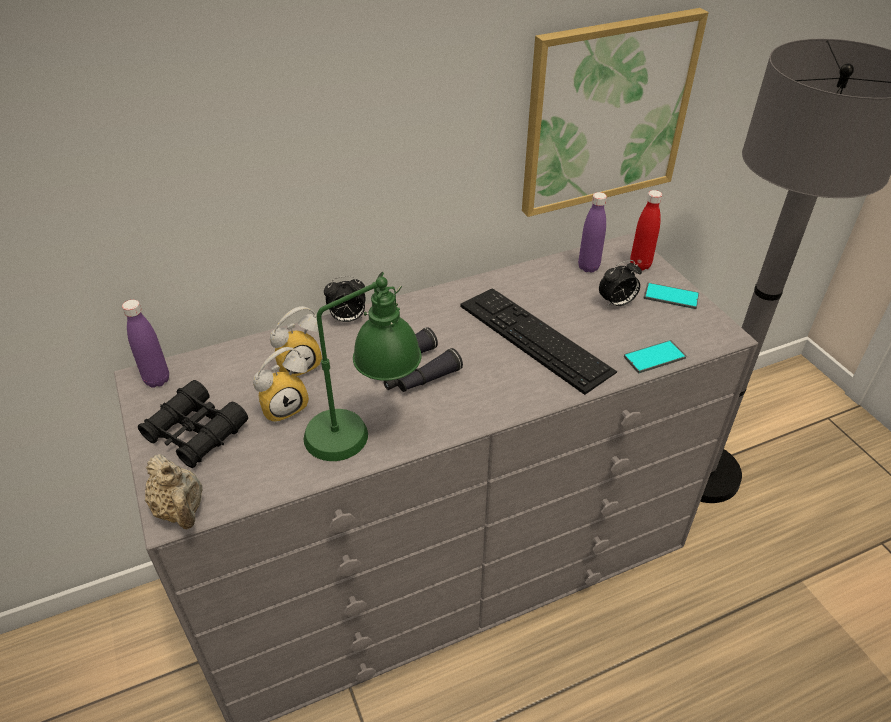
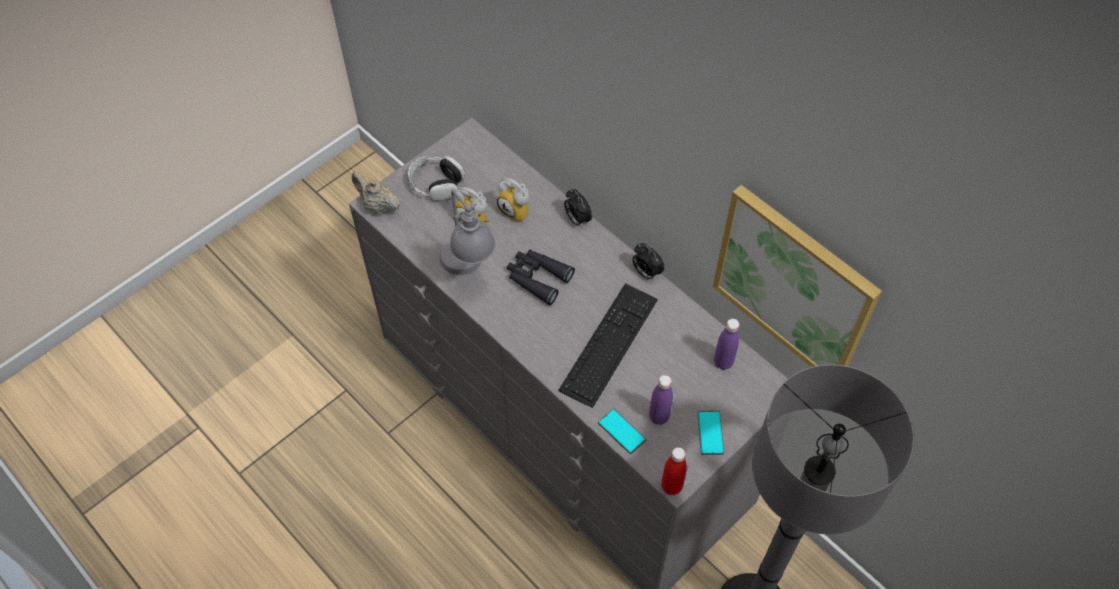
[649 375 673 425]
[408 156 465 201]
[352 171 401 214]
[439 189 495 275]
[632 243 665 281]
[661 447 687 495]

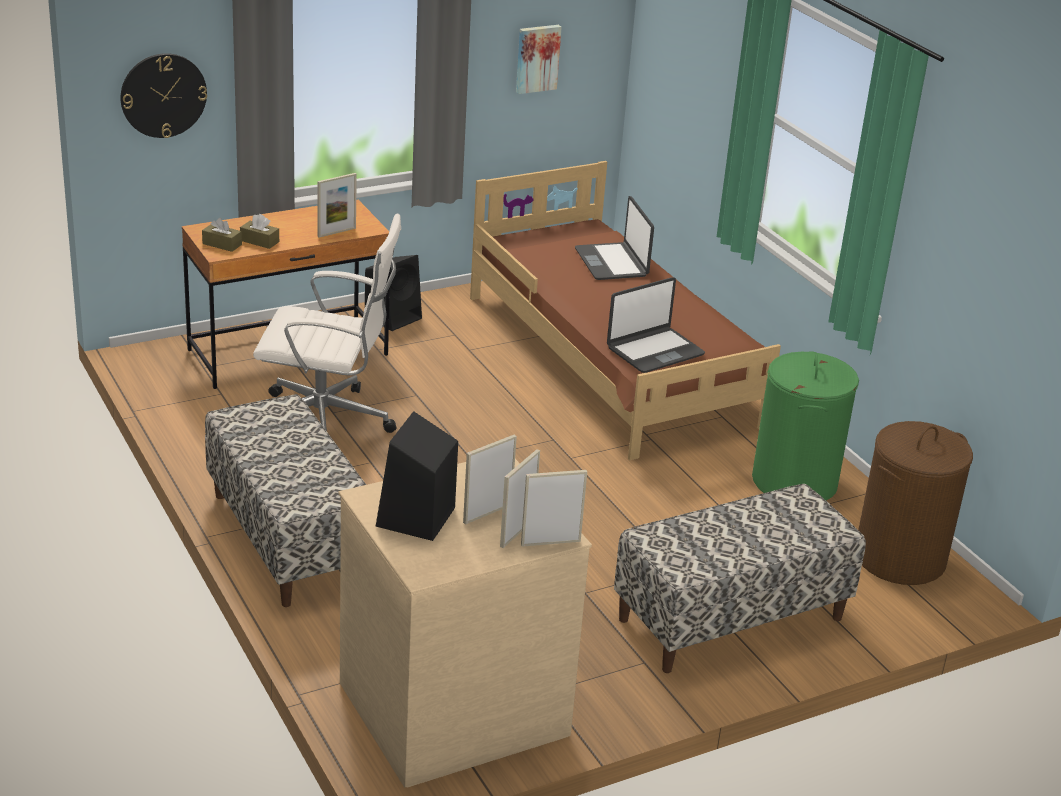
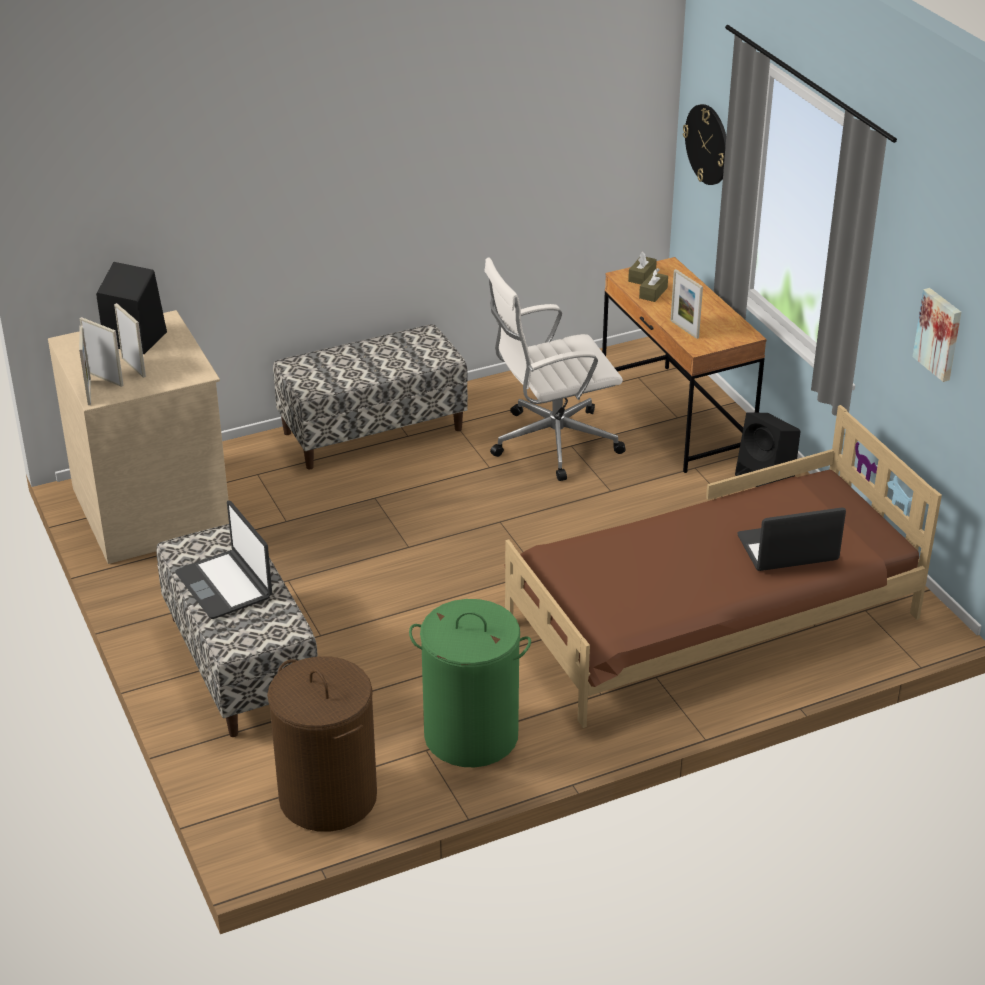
[484 257 626 481]
[175 501 272 619]

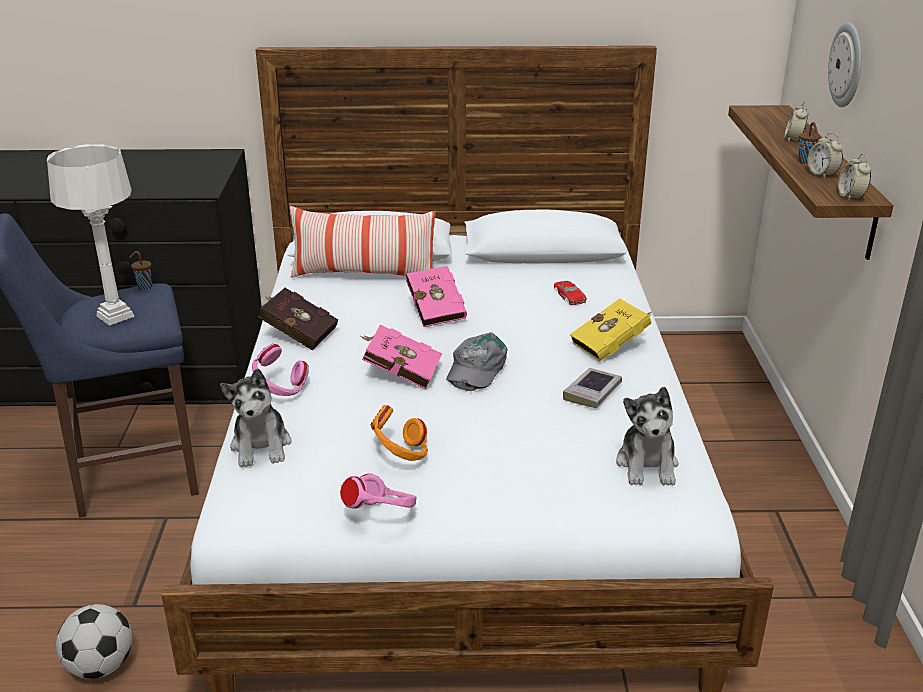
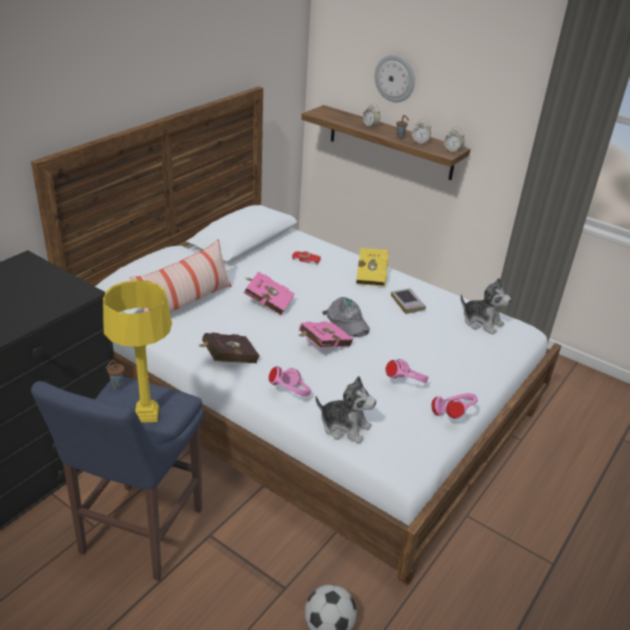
[103 280 172 422]
[386 359 428 383]

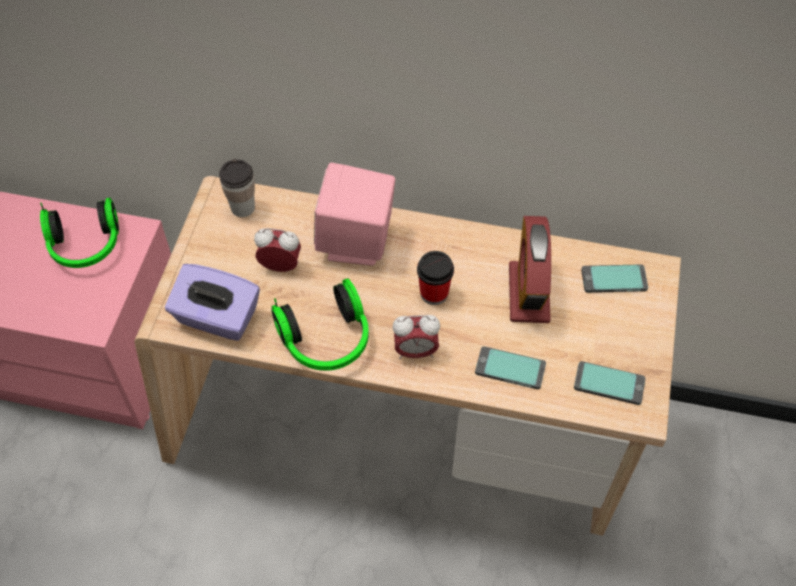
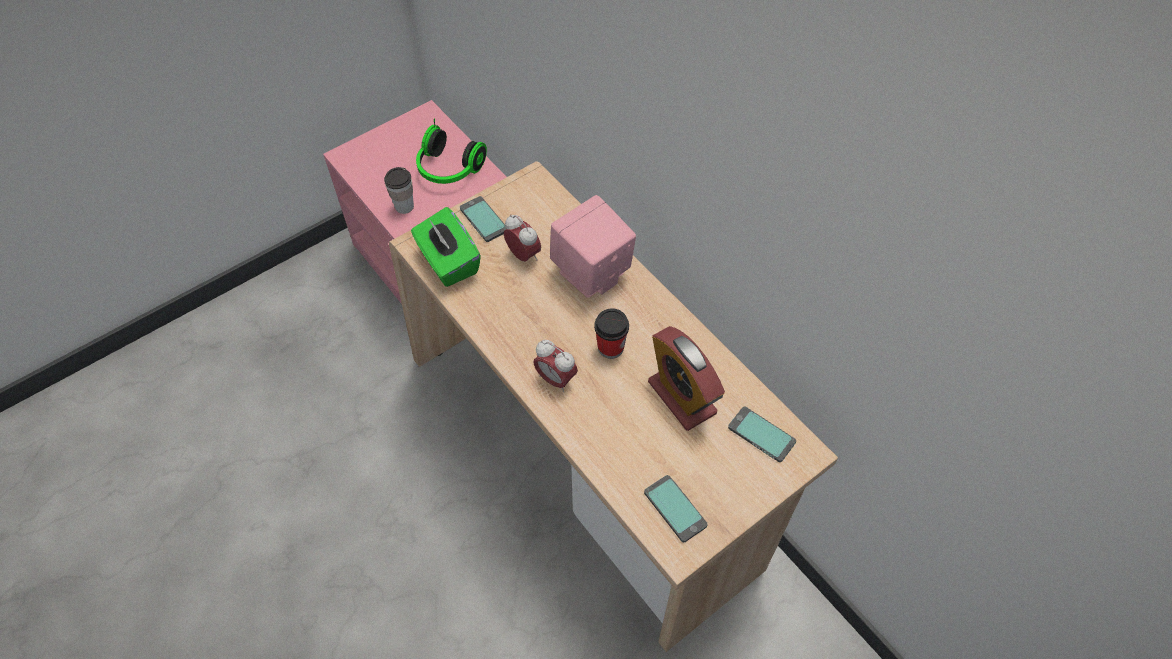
[411 207 481 287]
[384 167 414 214]
[271 278 369 371] (first image)
[460 196 506 242]
[648 326 725 431]

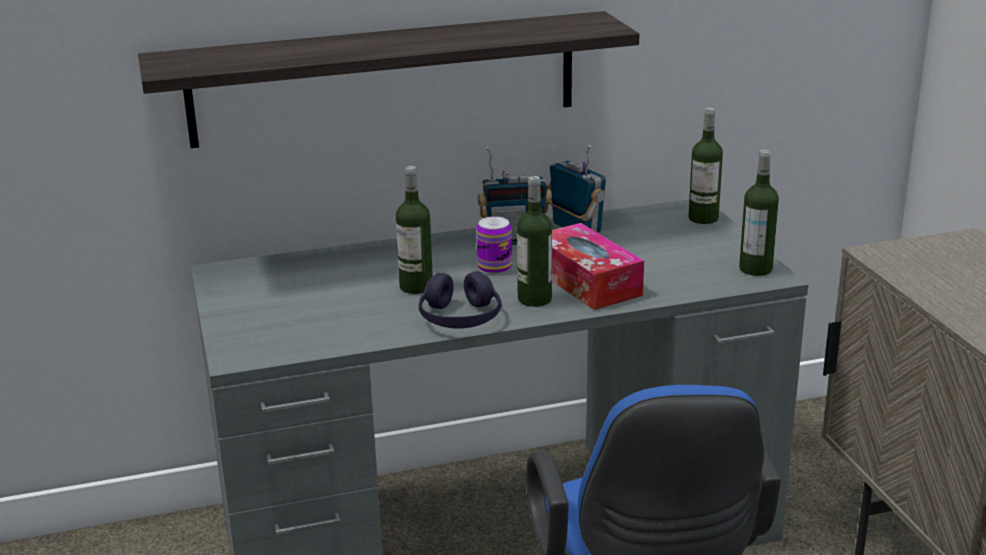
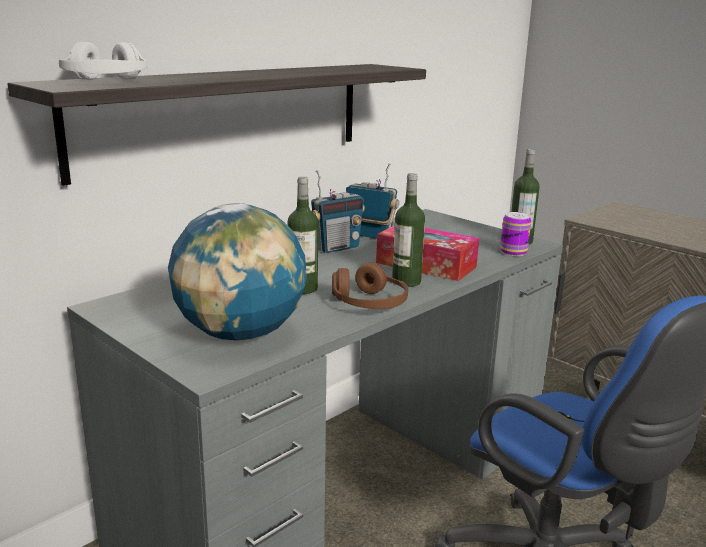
[332 262 408 309]
[500 212 531 256]
[689 108 723 224] (first image)
[59 42 149 80]
[168 203 307 340]

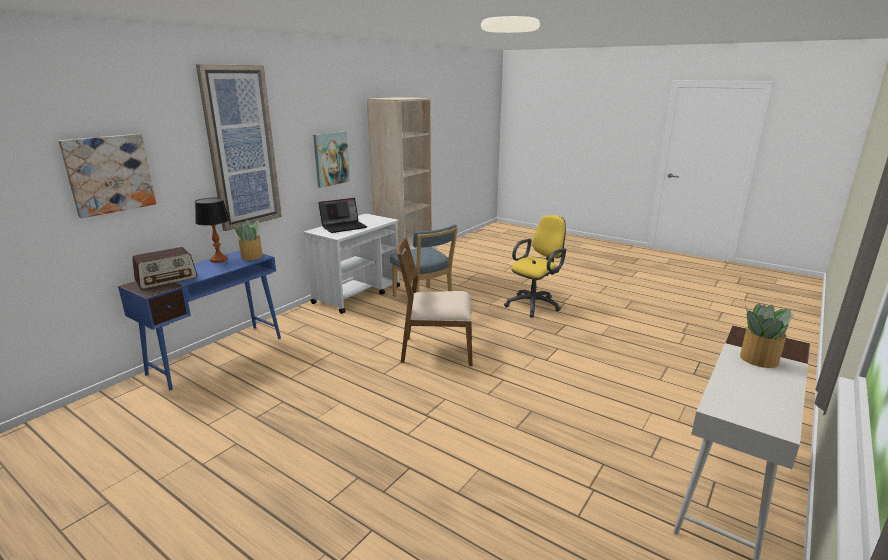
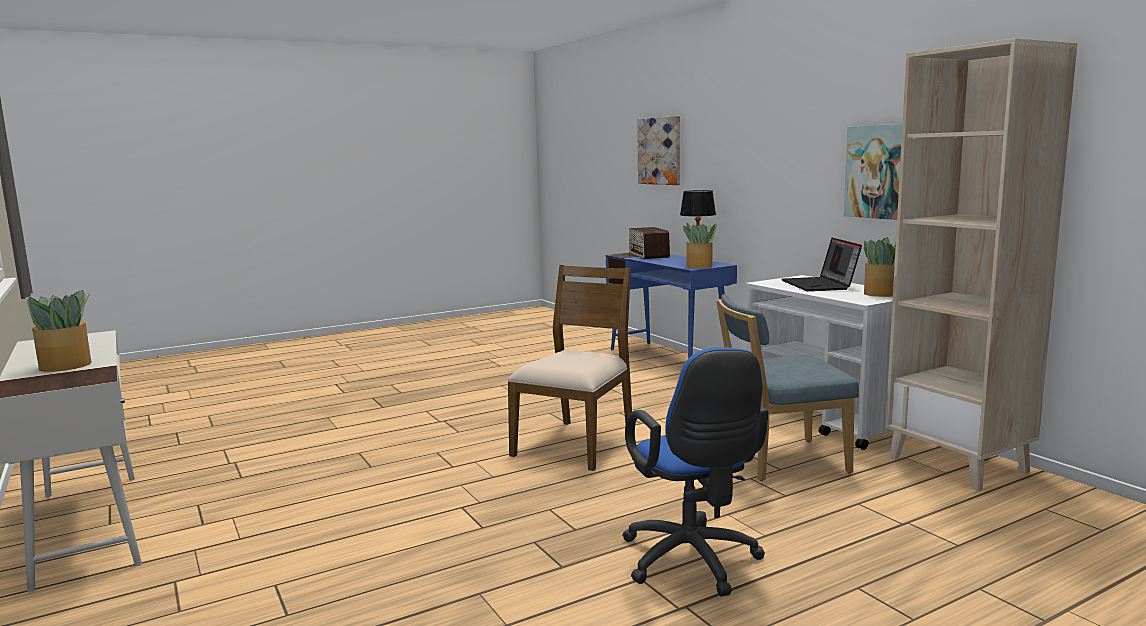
[196 64 282 231] (first image)
[622 347 768 597]
[864 237 896 297]

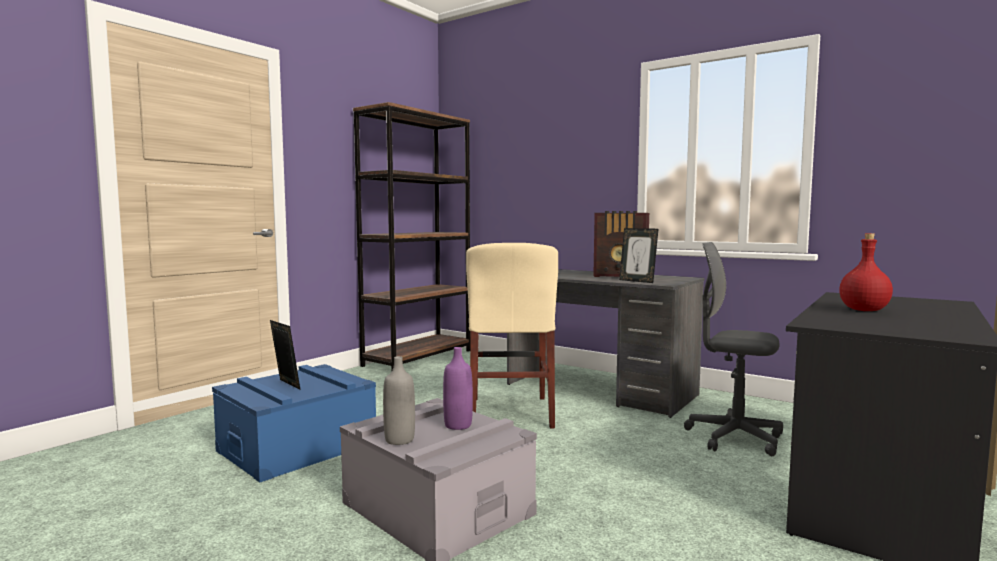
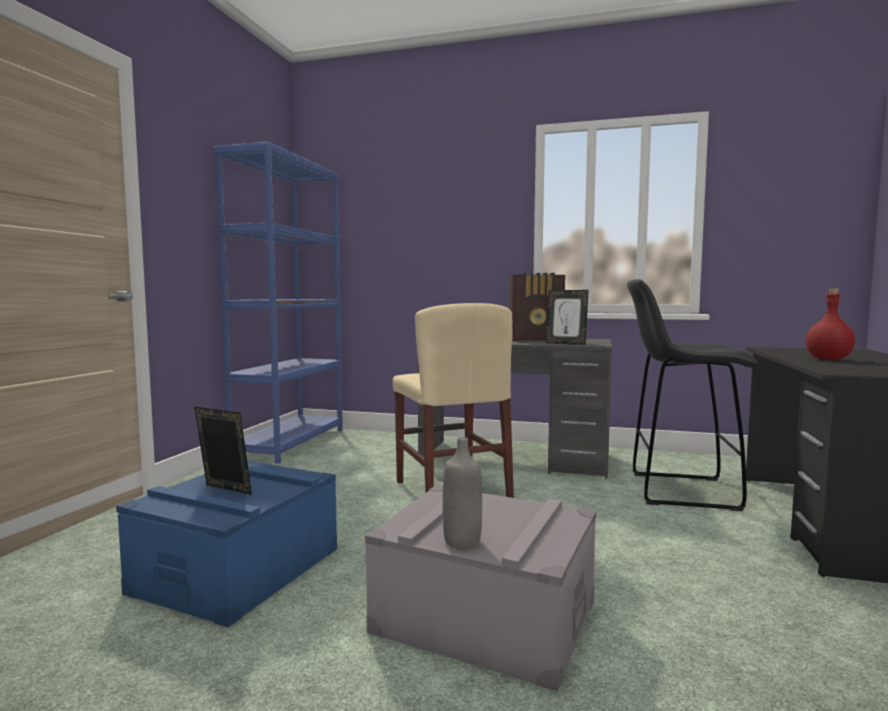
[214 142 343 464]
[443 347 473 430] (first image)
[627 279 758 511]

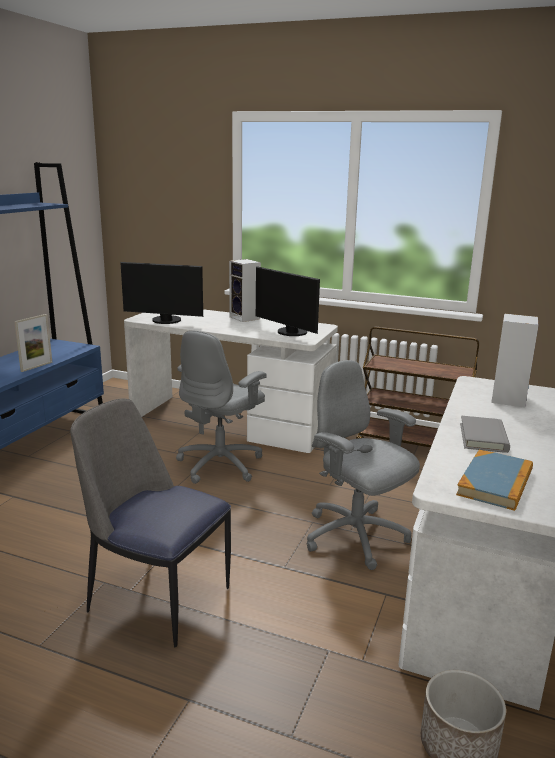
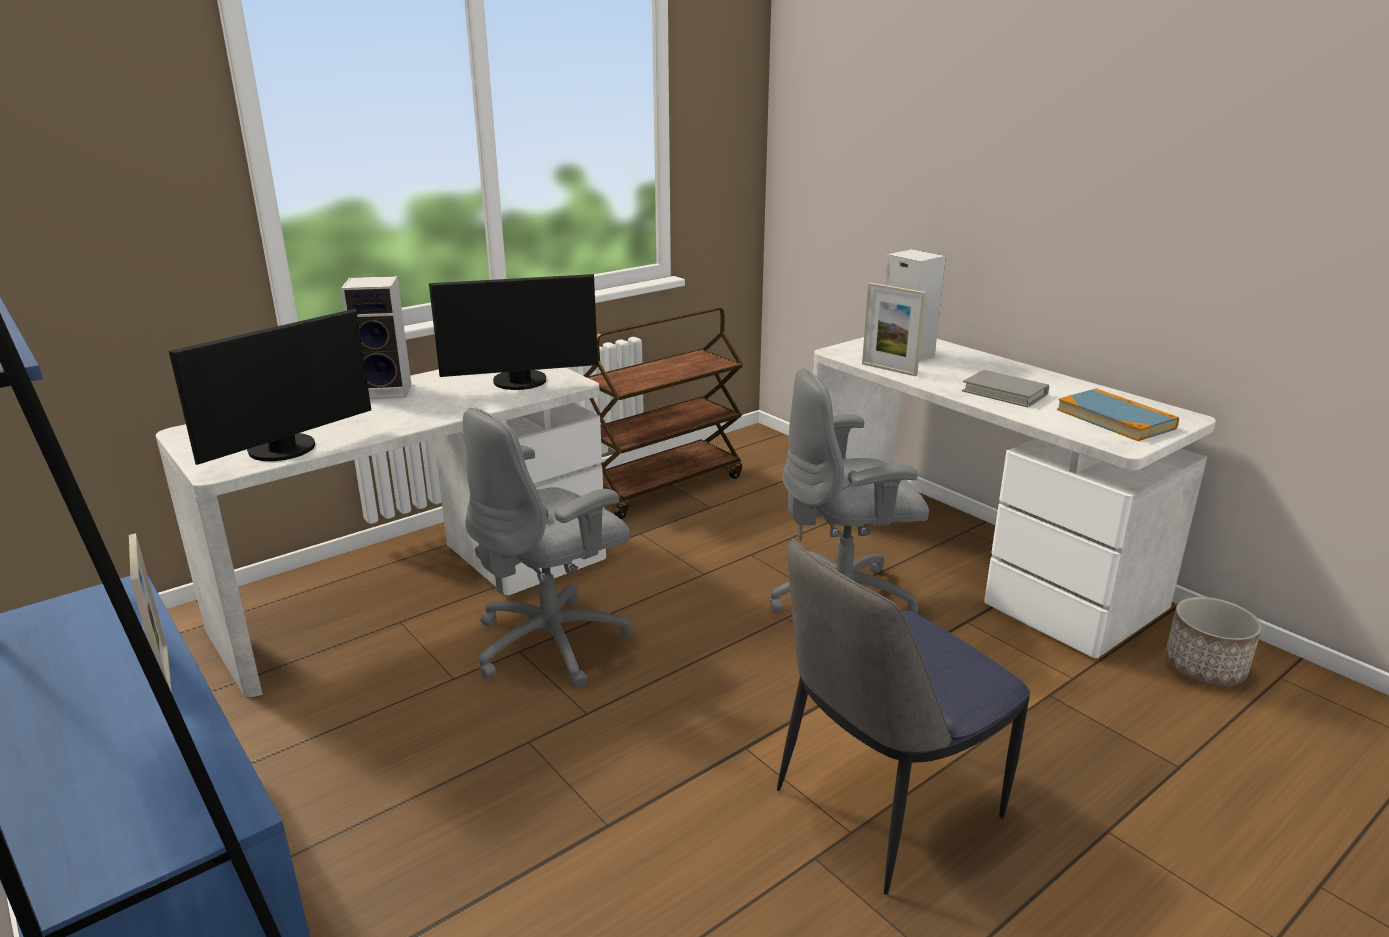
[463 407 631 687]
[862 283 926 376]

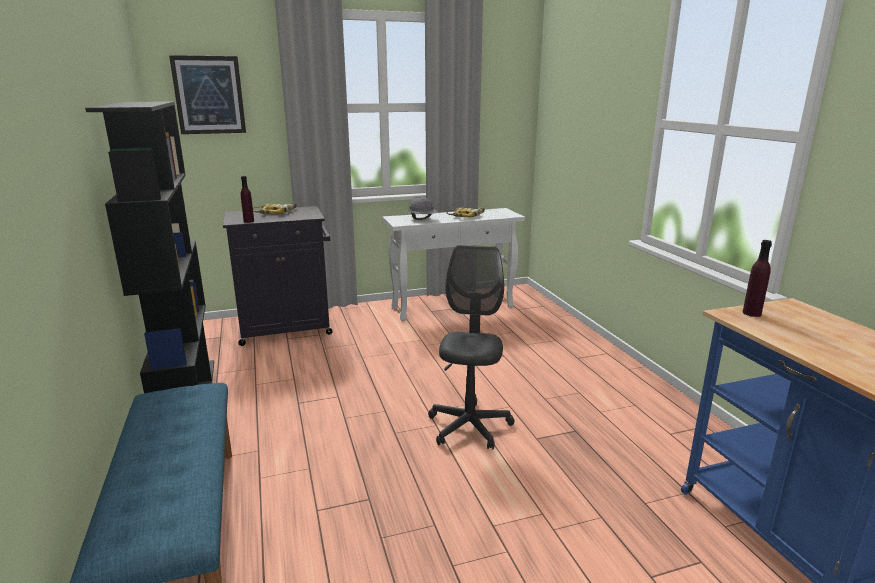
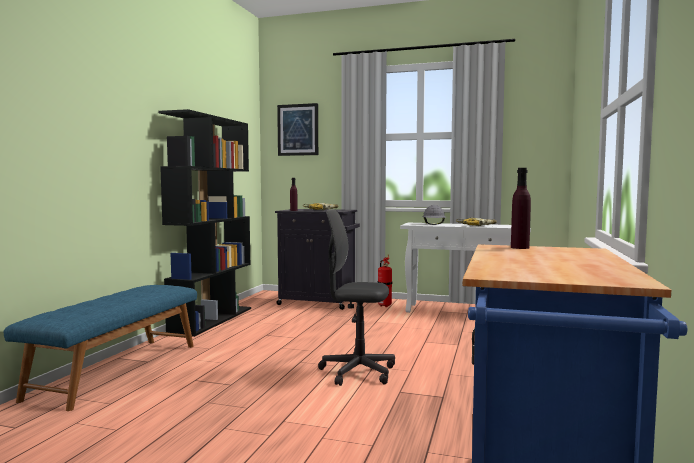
[318 209 395 386]
[377 256 392 307]

